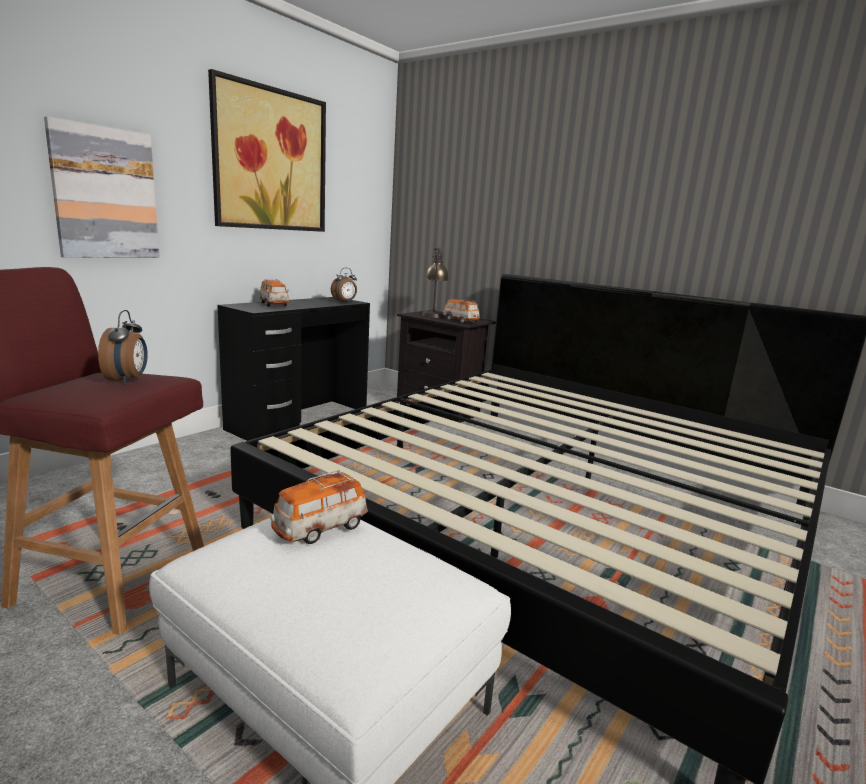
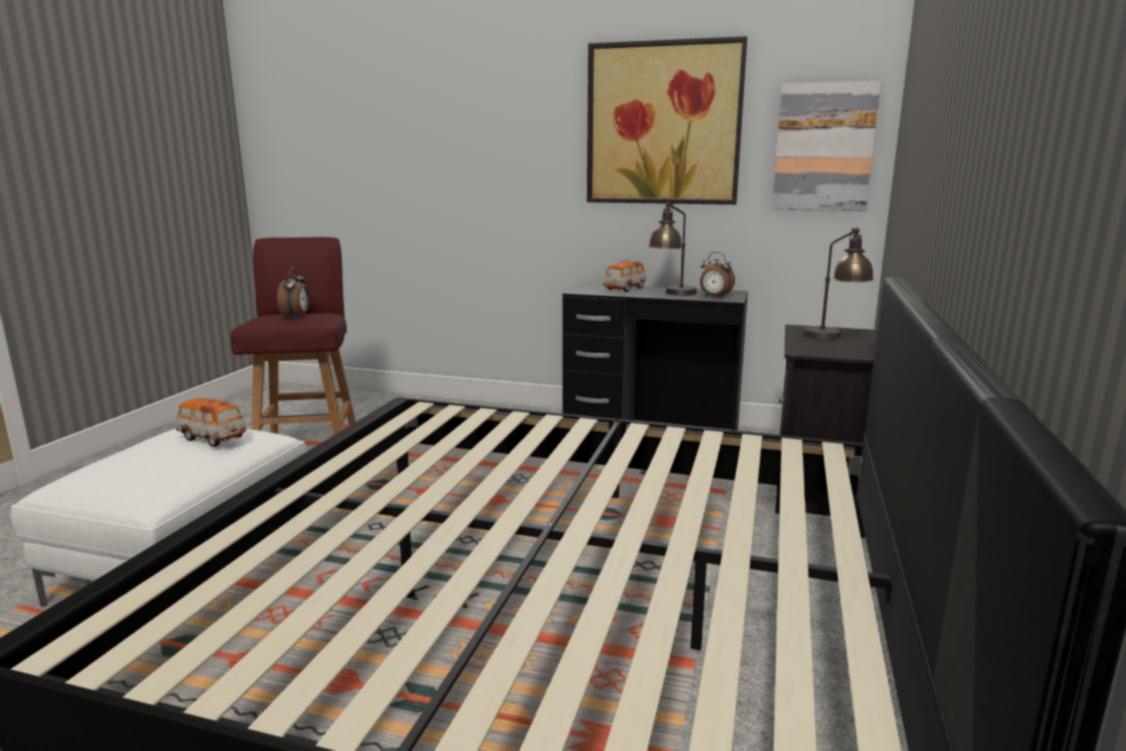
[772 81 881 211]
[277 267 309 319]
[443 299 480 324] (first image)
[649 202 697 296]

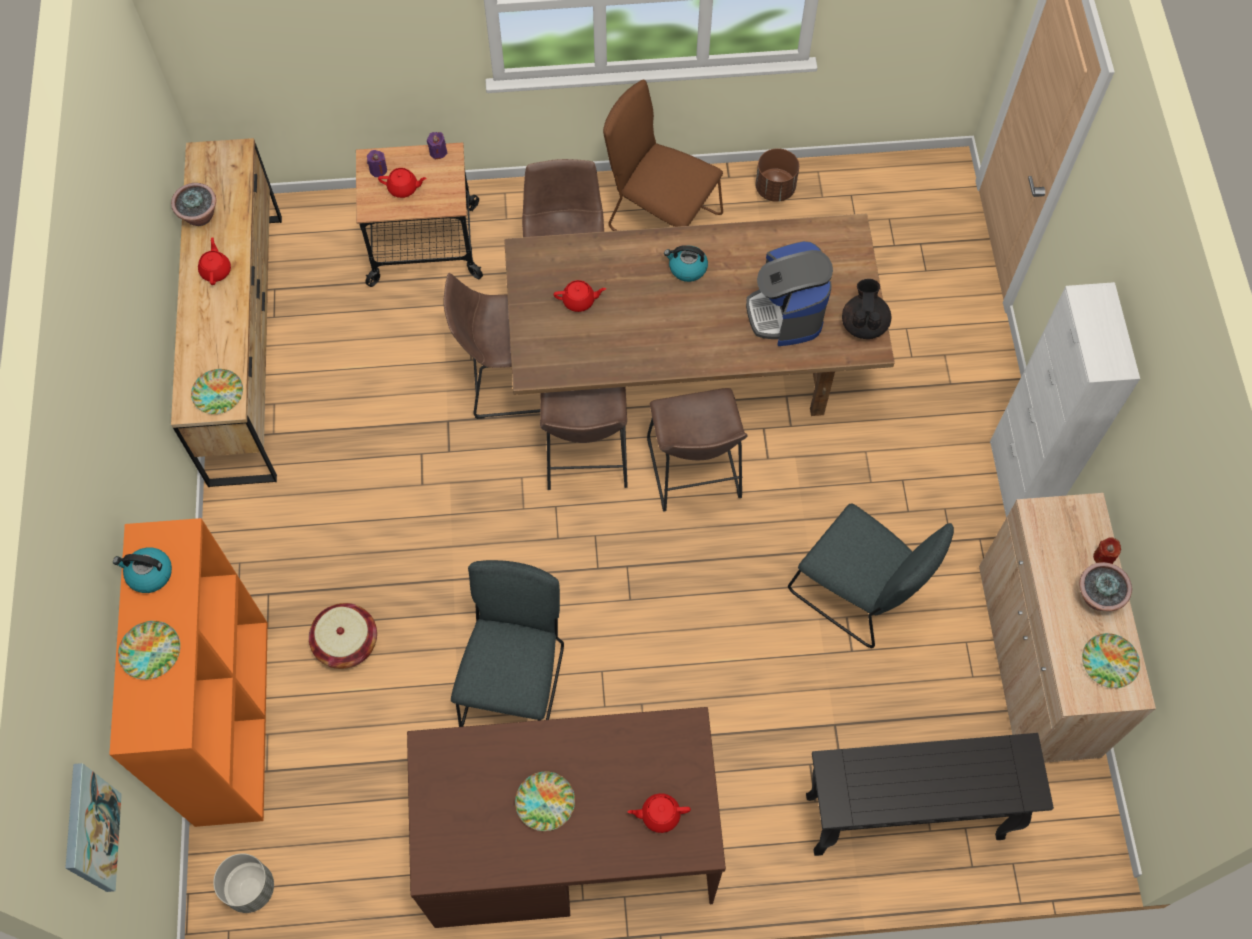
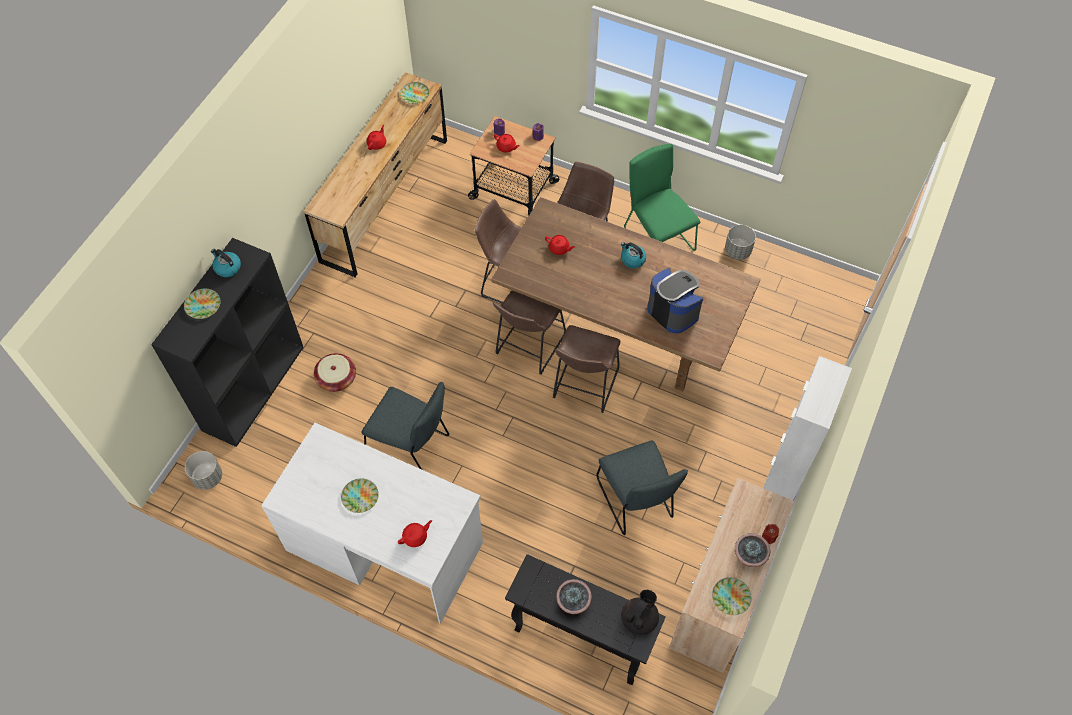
[65 763 122 892] (first image)
[151 238 304 447]
[556 579 592 614]
[400 82 429 104]
[261 423 483 624]
[361 382 449 469]
[624 144 701 251]
[398 520 432 547]
[647 268 704 334]
[725 225 756 260]
[621 590 659 635]

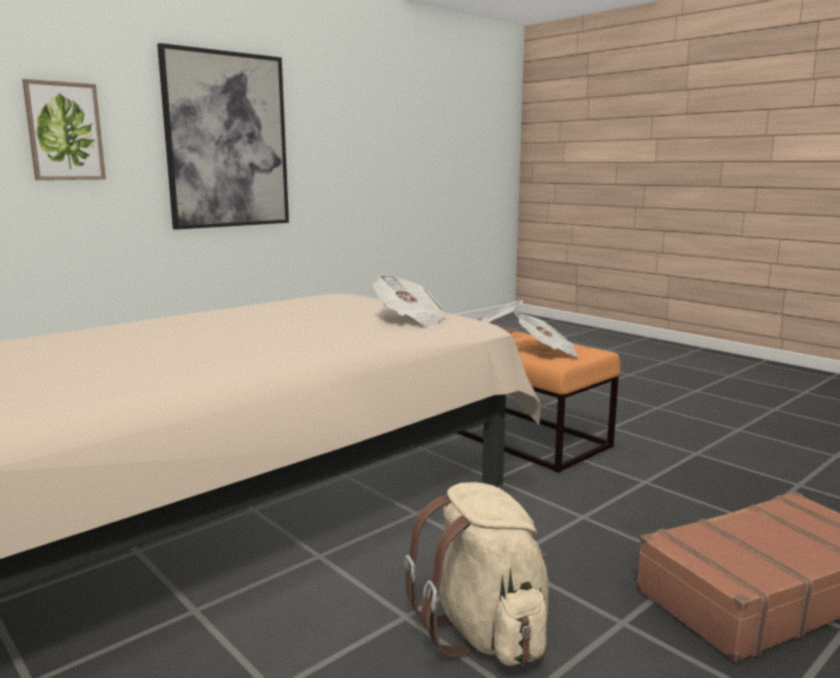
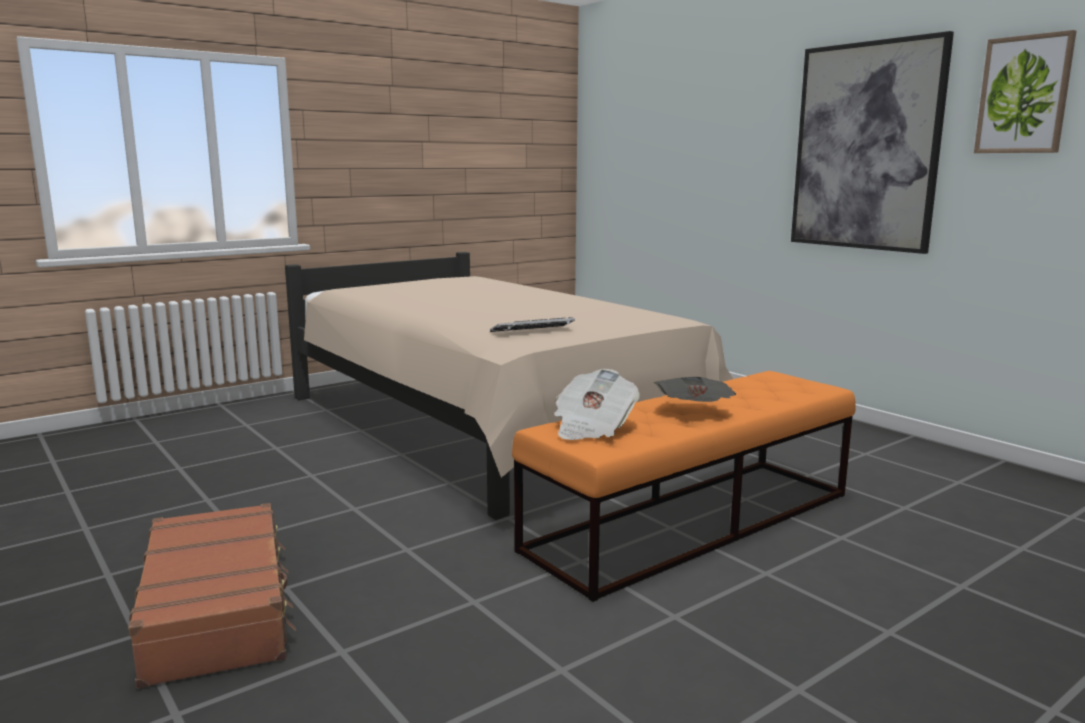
[974 30 1076 153]
[490 317 575 332]
[404 482 548 666] (first image)

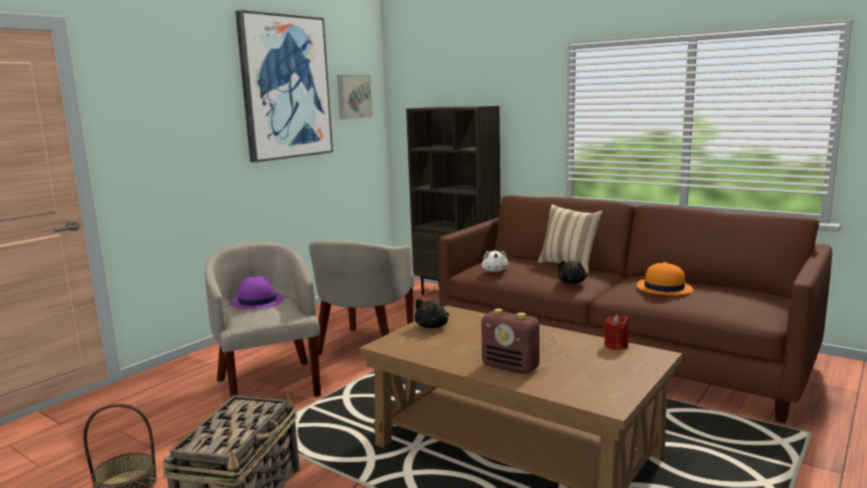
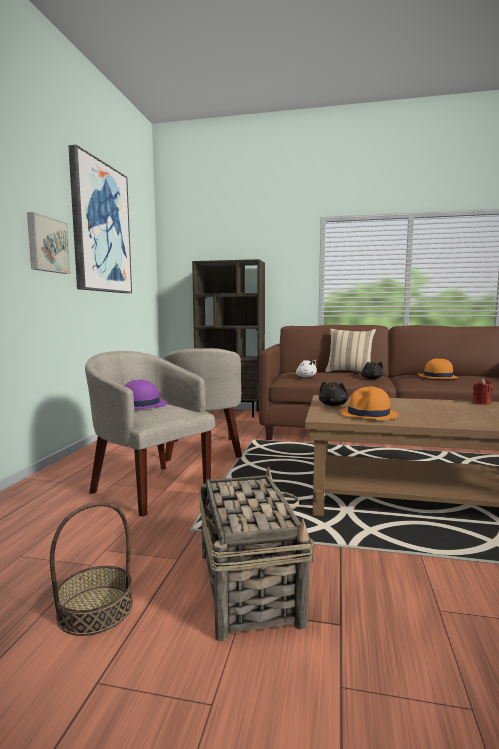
[27 212 70 274]
[481 309 540 374] (first image)
[340 386 399 420]

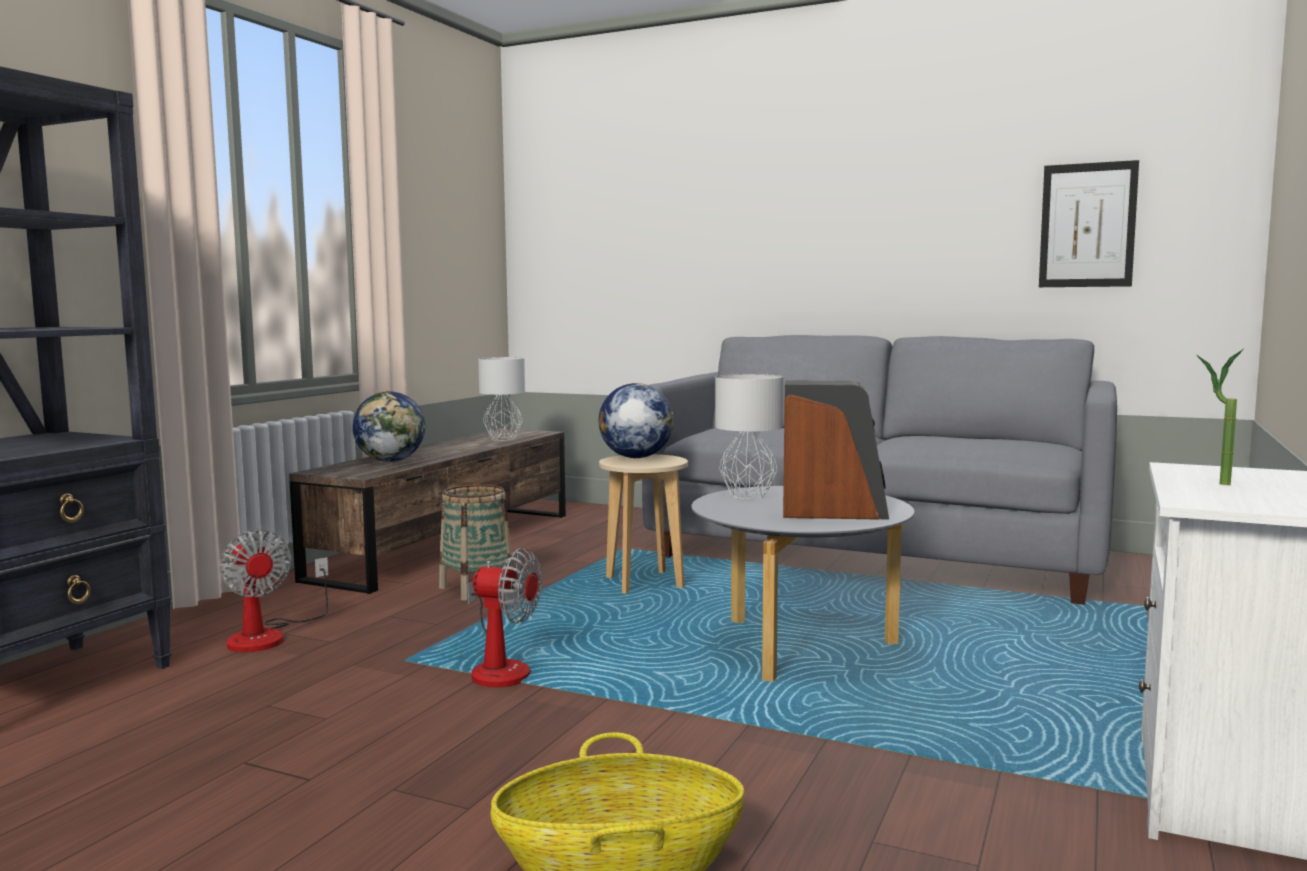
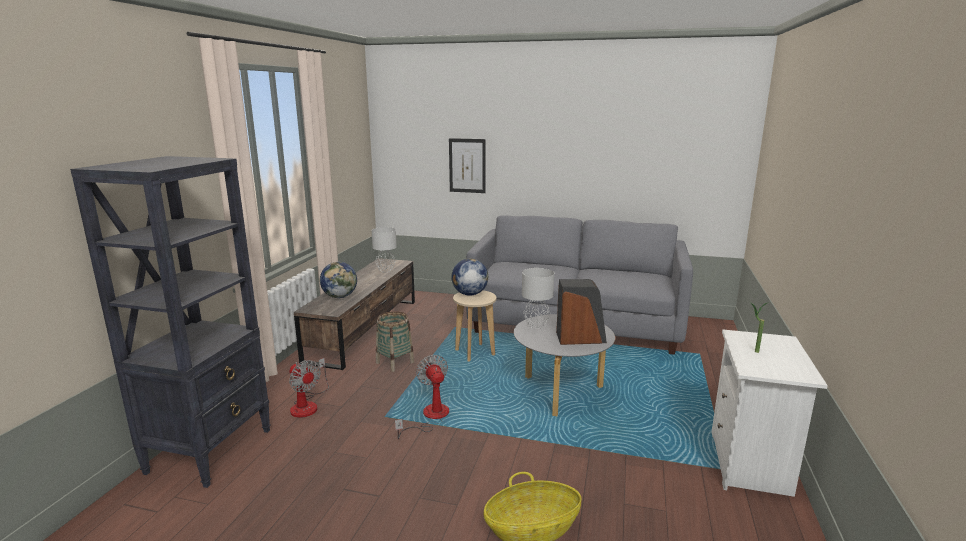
[395 355 449 439]
[449 138 486 193]

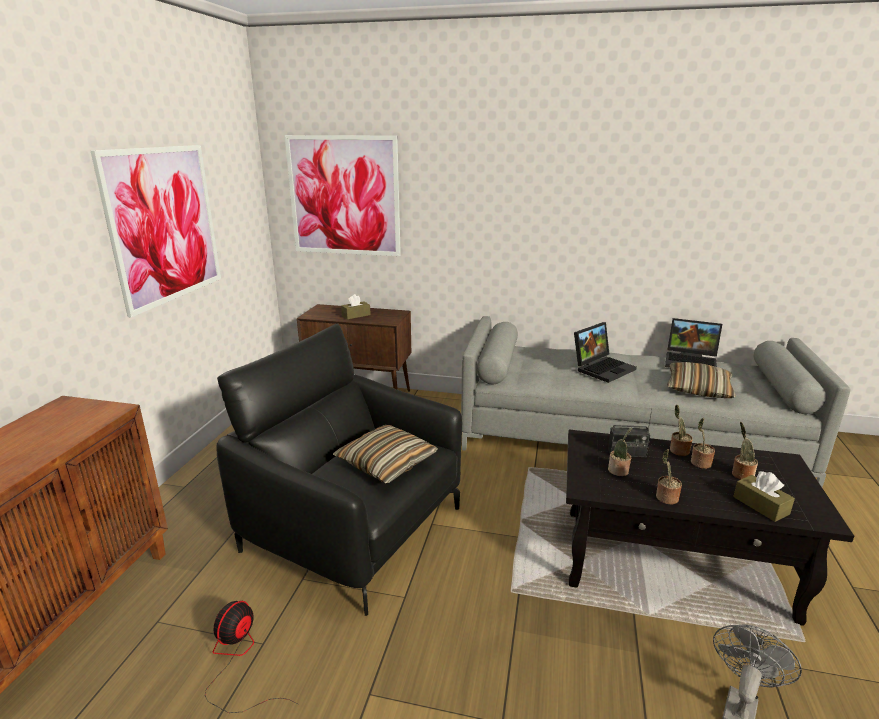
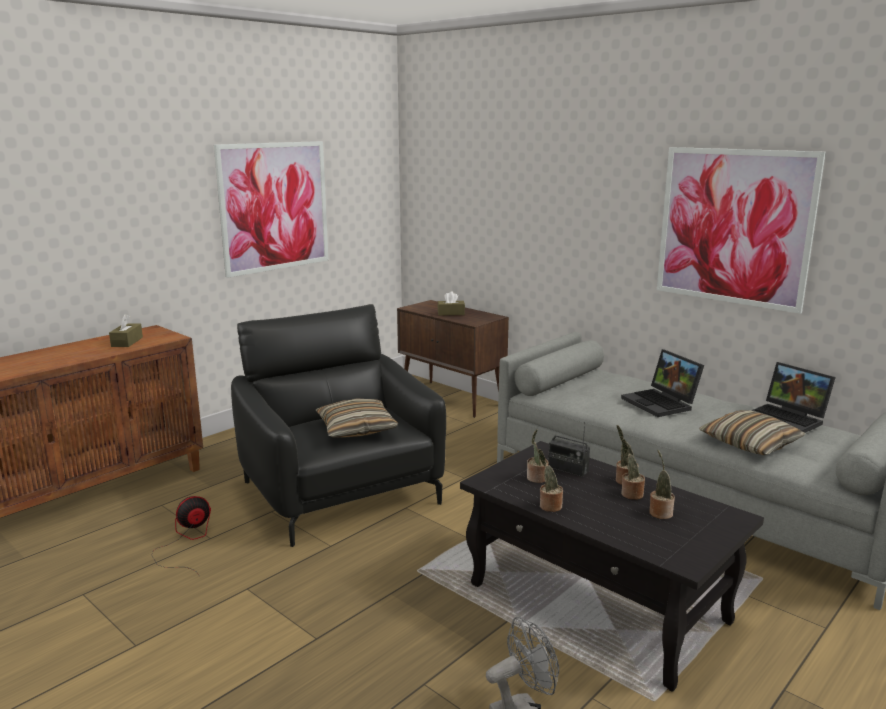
[657 147 826 314]
[621 349 704 417]
[109 314 143 347]

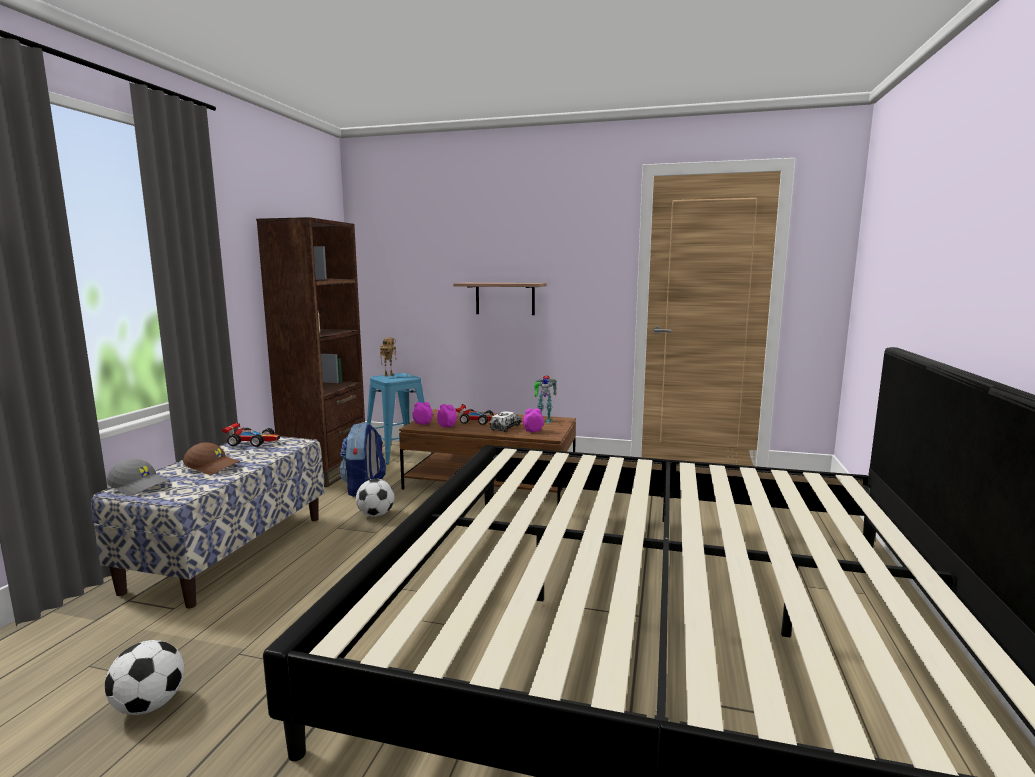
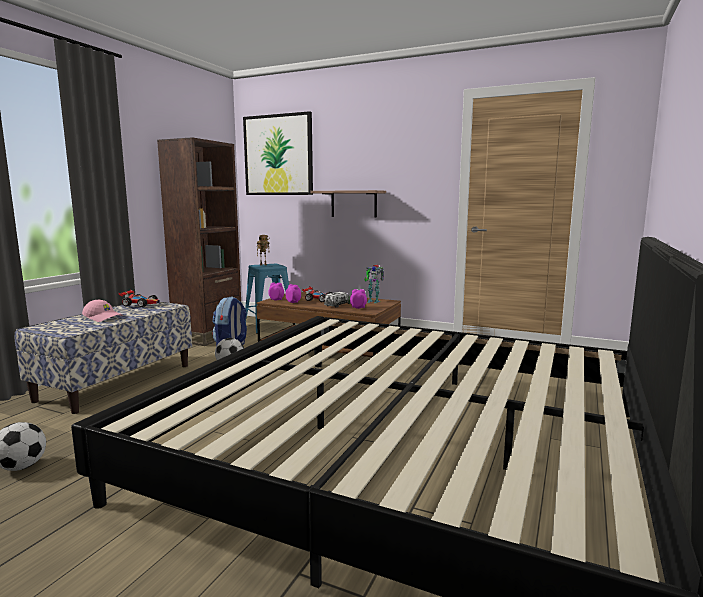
[106 459 170 496] (first image)
[82 300 123 322]
[243 111 313 195]

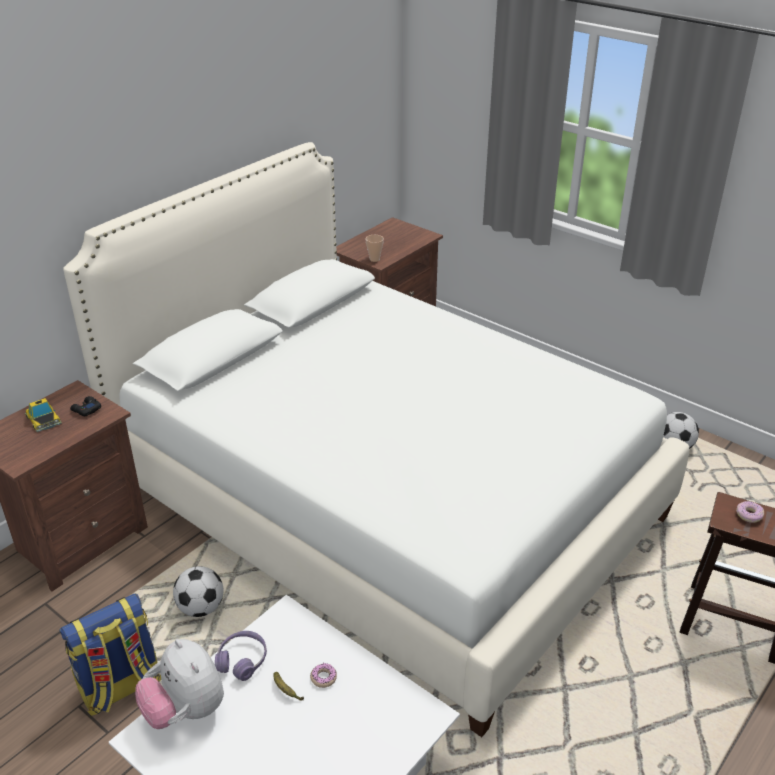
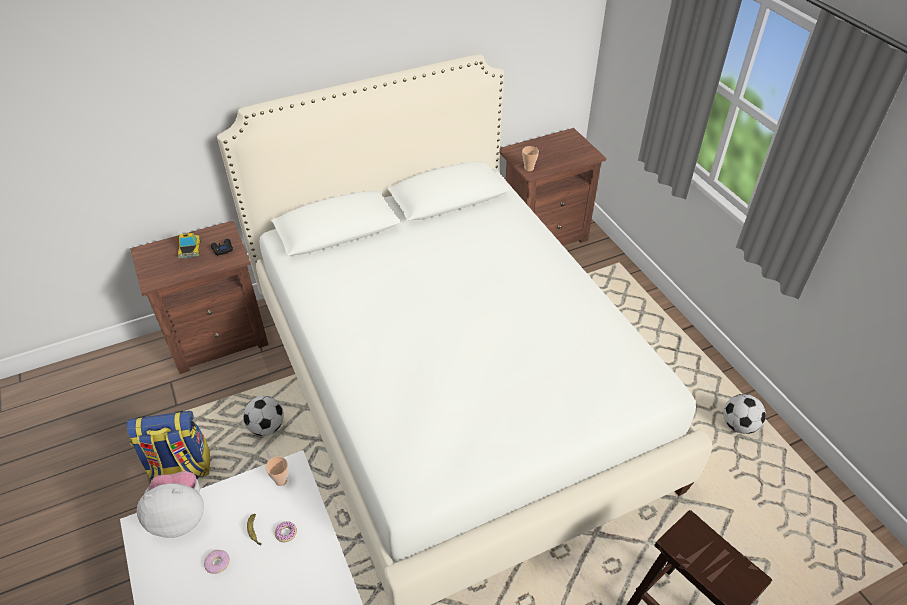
[137 471 204 538]
[215 631 267 681] (first image)
[204 550 230 574]
[266 456 288 486]

